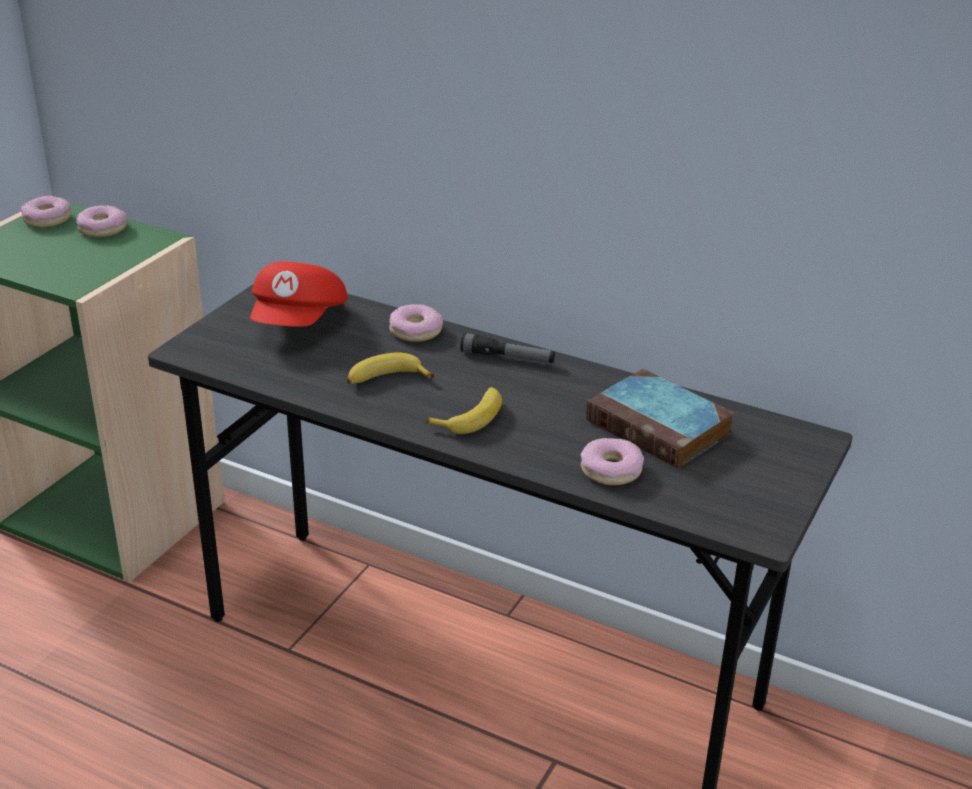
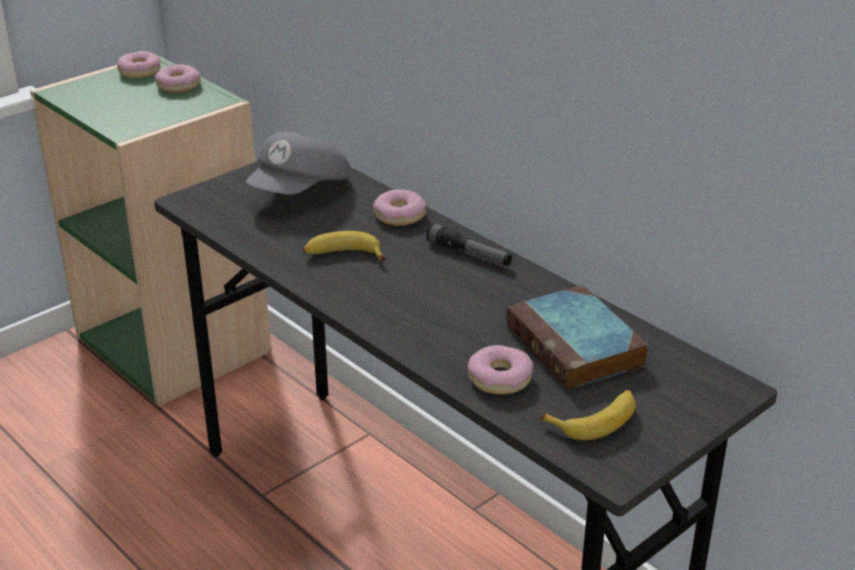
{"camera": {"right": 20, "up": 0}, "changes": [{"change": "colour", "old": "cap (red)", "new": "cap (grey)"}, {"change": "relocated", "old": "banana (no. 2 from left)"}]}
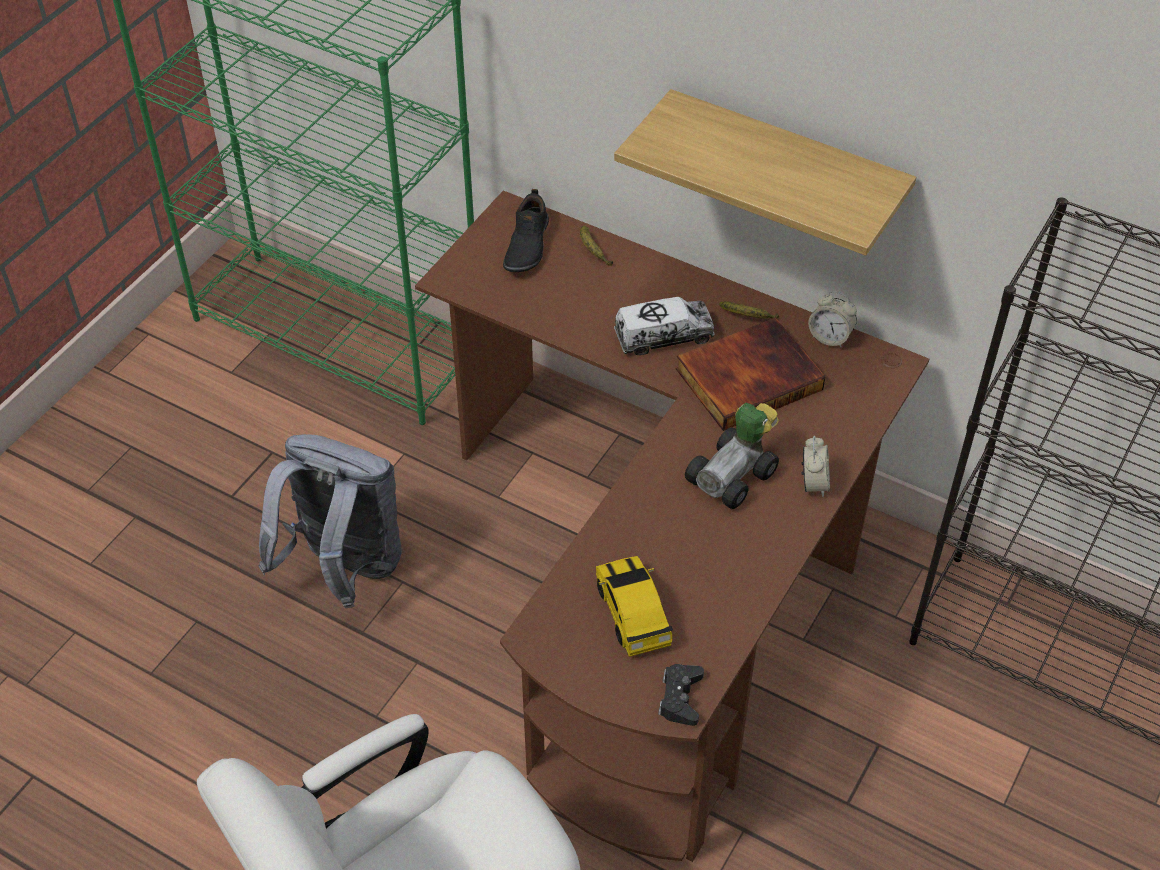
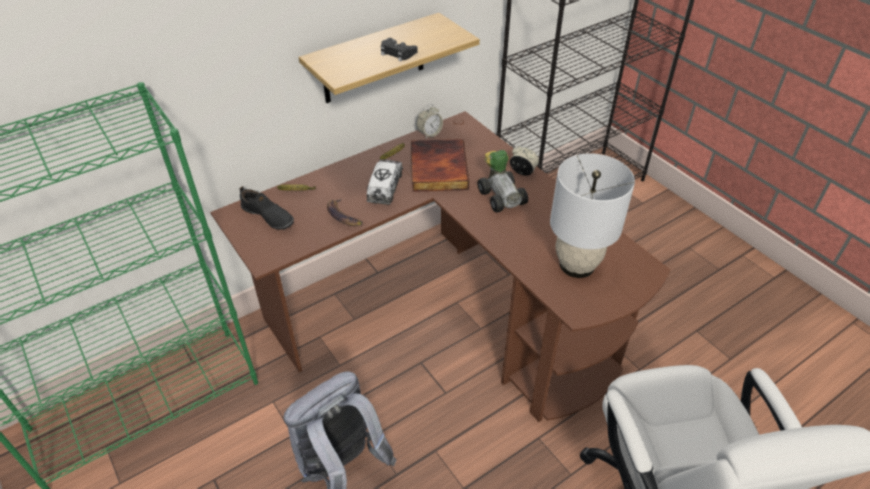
{"camera": {"right": -65, "up": -5}, "changes": [{"change": "appeared", "new": "banana (no. 2 from left)"}, {"change": "relocated", "old": "game controller (black)"}, {"change": "exchanged", "old": "toy car (no. 1 from left)", "new": "table lamp (white)"}]}
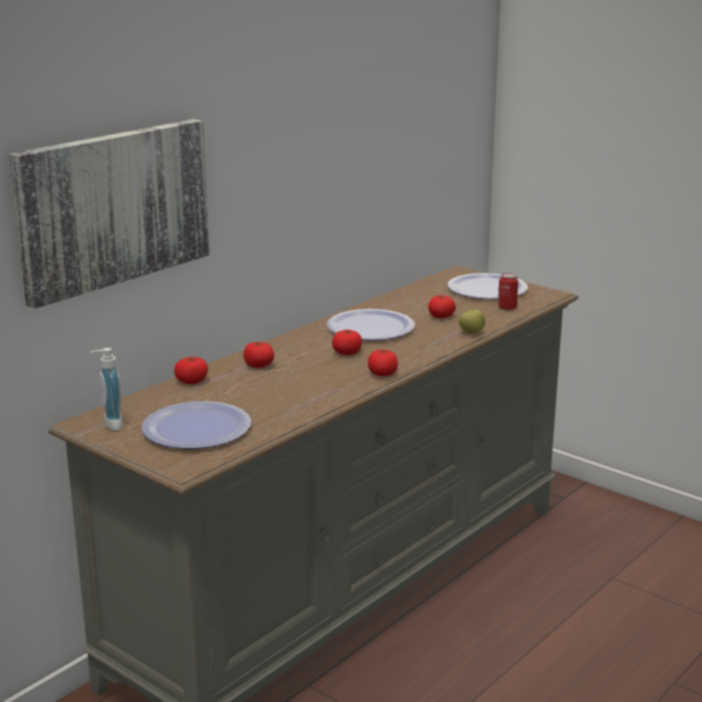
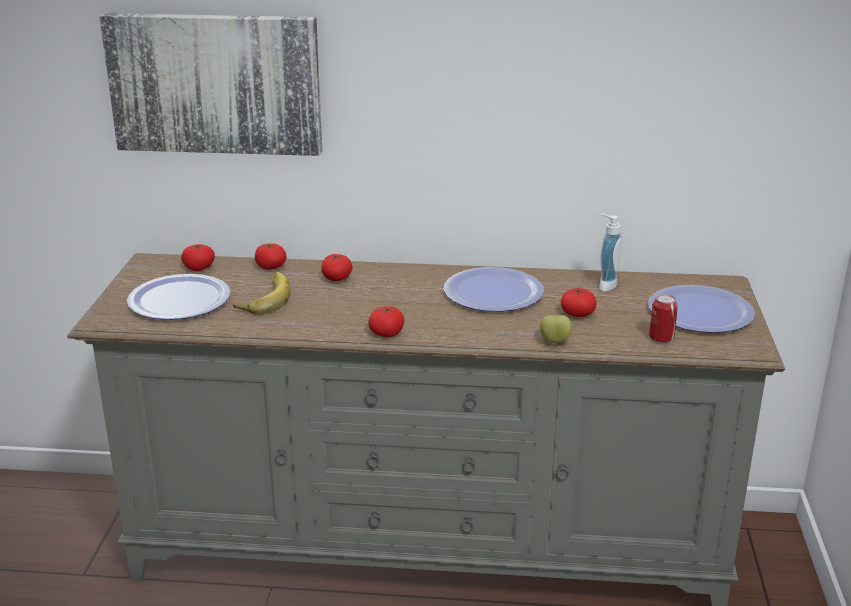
{"camera": {"right": 55, "up": 5}, "changes": [{"change": "relocated", "old": "tomato (no. 3 from left in the first image)", "new": "tomato (no. 1 from left)"}, {"change": "appeared", "new": "banana"}, {"change": "relocated", "old": "soap dispenser"}]}
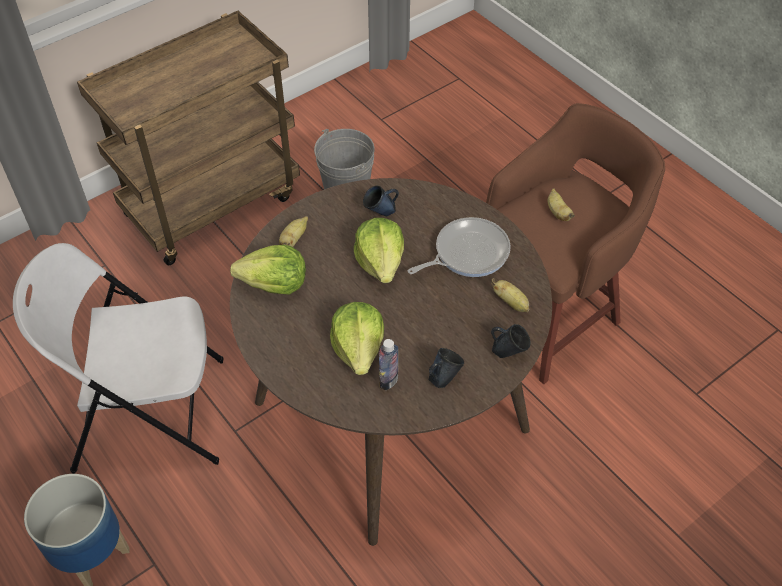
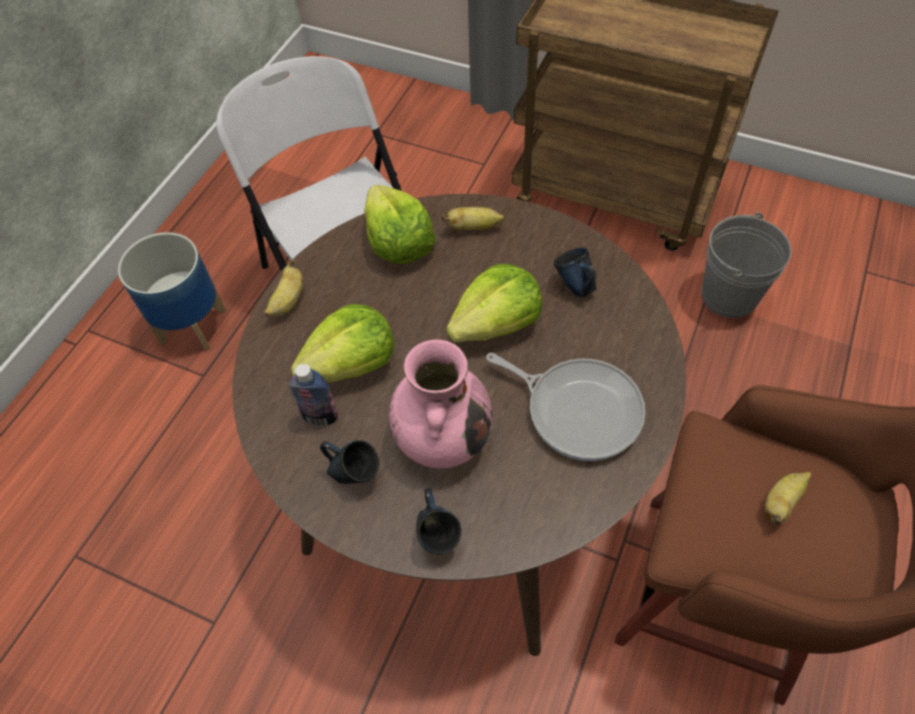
{"camera": {"right": 65, "up": 5}, "changes": [{"change": "relocated", "old": "banana (no. 2 from left in the first image)", "new": "banana (no. 1 from left)"}, {"change": "appeared", "new": "vase (pink)"}]}
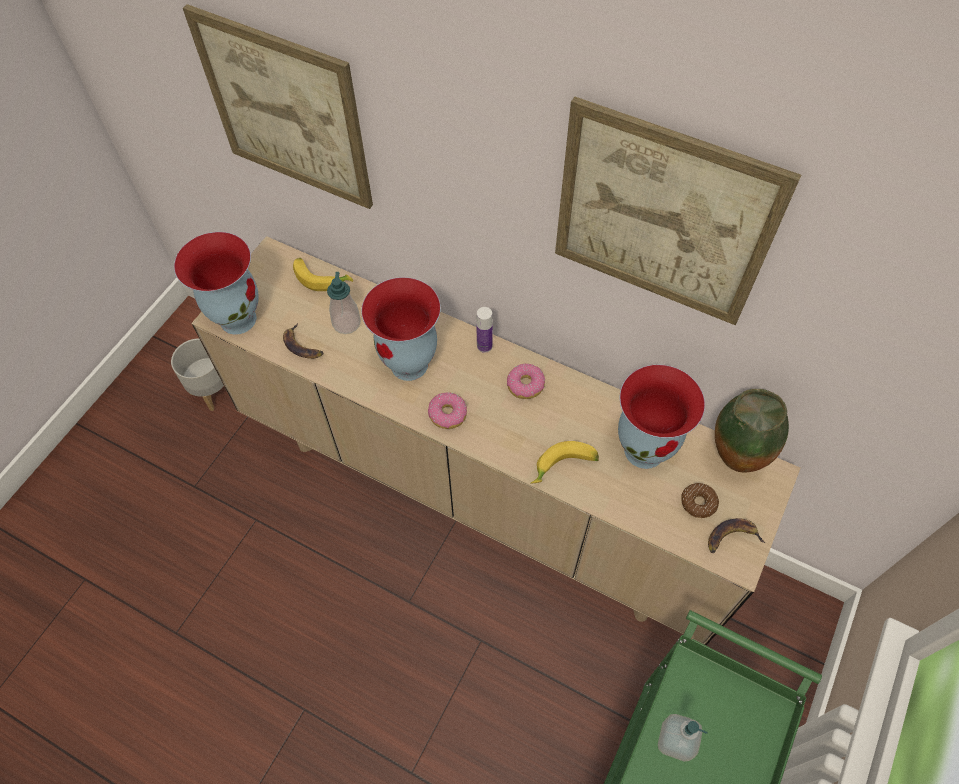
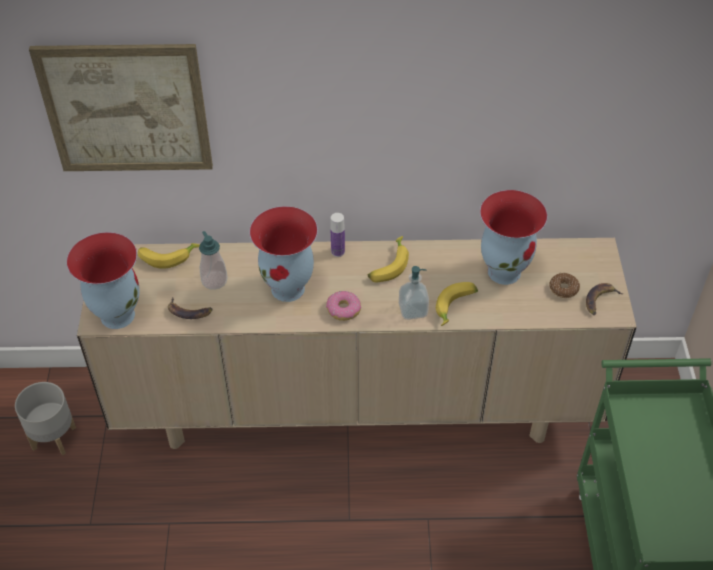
{"camera": {"right": -30, "up": -10}, "changes": [{"change": "exchanged", "old": "donut (no. 2 from left)", "new": "banana (no. 3 from left)"}, {"change": "relocated", "old": "soap dispenser (no. 2 from left)"}, {"change": "missing", "old": "picture (no. 2 from left)"}, {"change": "missing", "old": "vase (no. 4 from left)"}]}
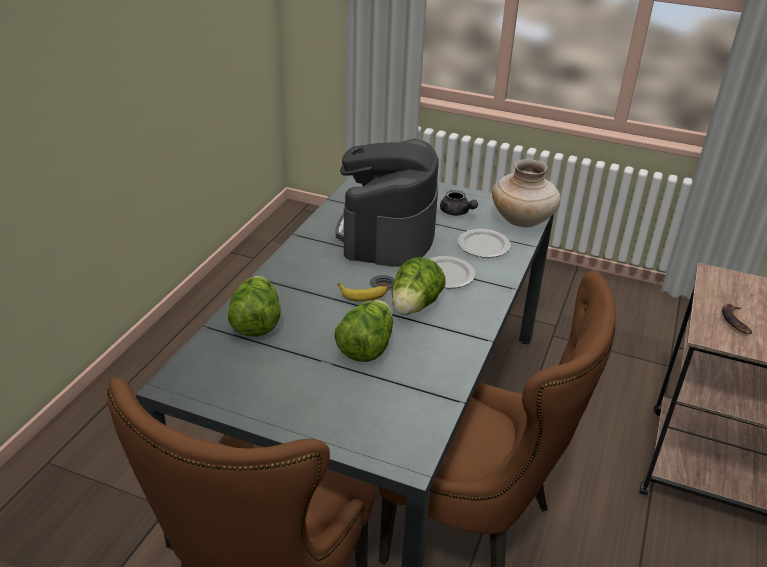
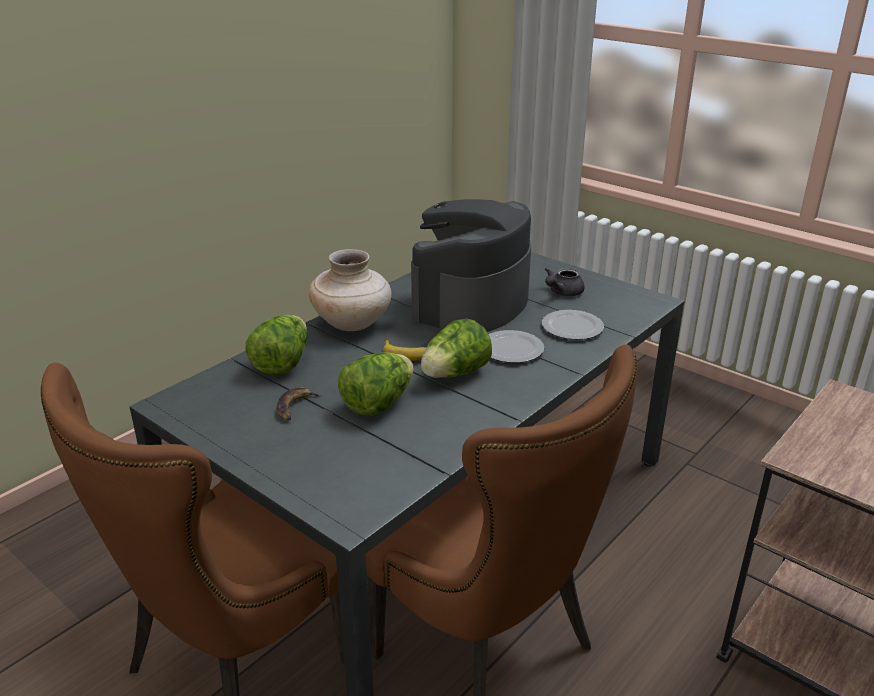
{"camera": {"right": 20, "up": -5}, "changes": [{"change": "relocated", "old": "banana (no. 2 from left in the first image)", "new": "banana (no. 1 from left)"}, {"change": "relocated", "old": "vase (beige)"}, {"change": "spun", "old": "teapot (grey)", "degrees": 60}]}
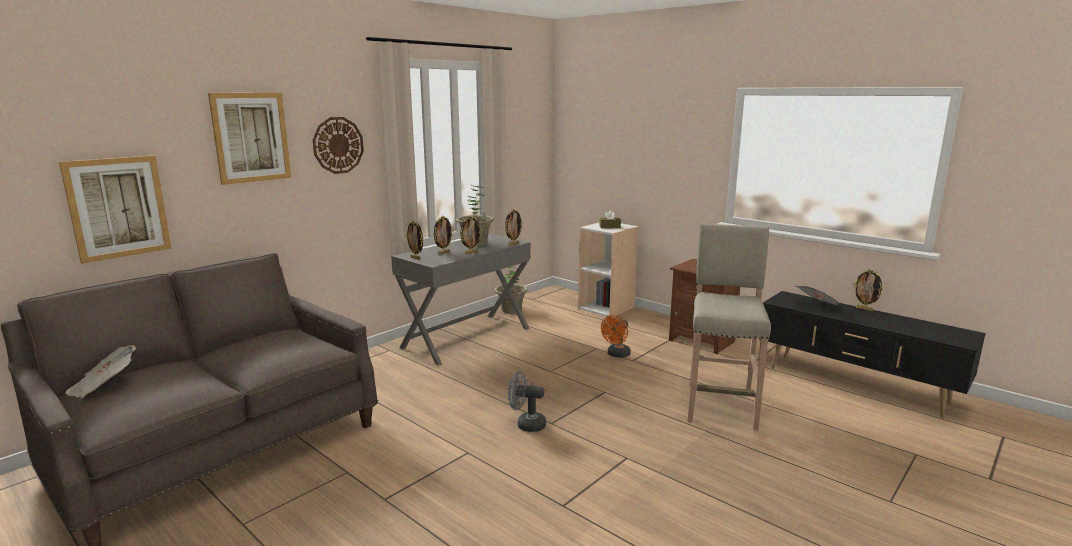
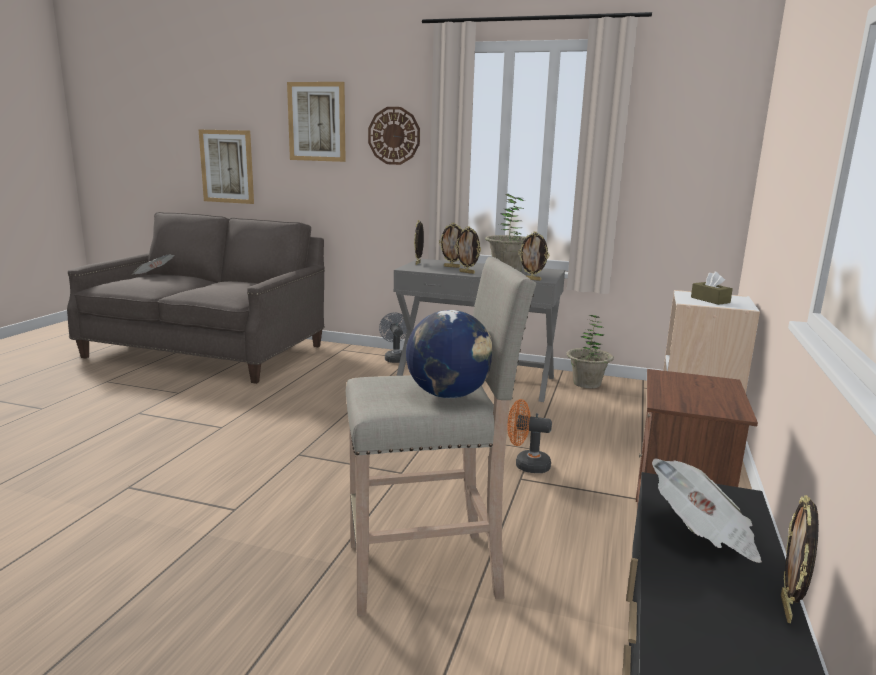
{"camera": {"right": 65, "up": 0}, "changes": [{"change": "relocated", "old": "fan (grey)"}, {"change": "appeared", "new": "globe"}]}
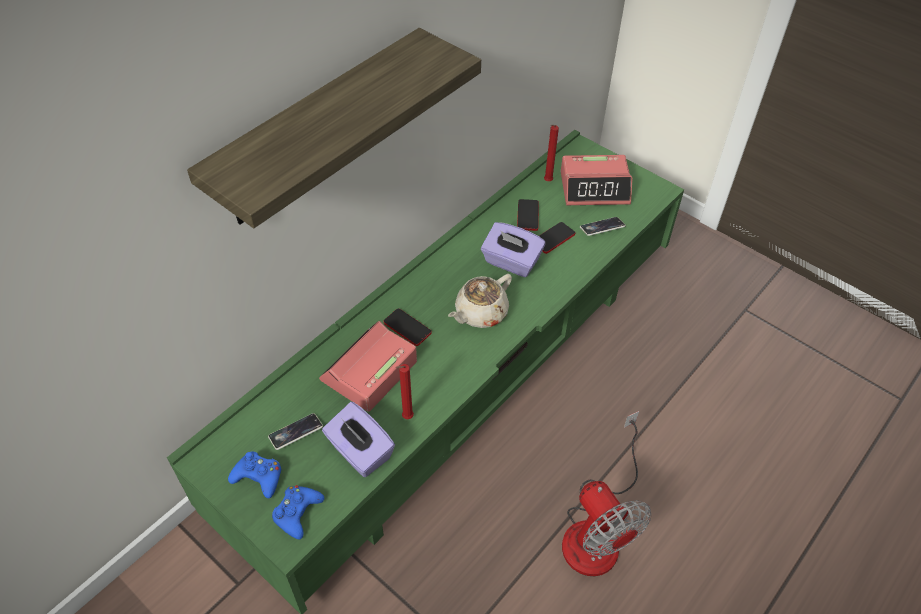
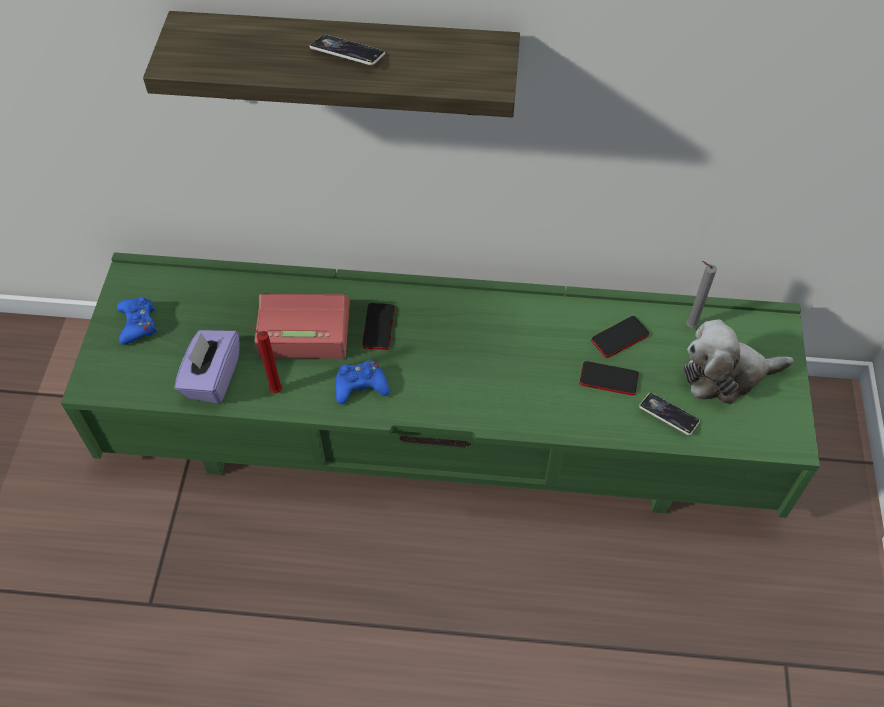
{"camera": {"right": 55, "up": 5}, "changes": [{"change": "relocated", "old": "phone (no. 1 from left)"}, {"change": "relocated", "old": "game controller (blue) (no. 2 from left)"}, {"change": "exchanged", "old": "alarm clock (no. 2 from left)", "new": "plush toy"}, {"change": "colour", "old": "candle (red) (no. 2 from left)", "new": "candle (grey)"}, {"change": "missing", "old": "teapot (beige)"}, {"change": "missing", "old": "tissue box (purple) (no. 2 from left)"}, {"change": "missing", "old": "fan"}]}
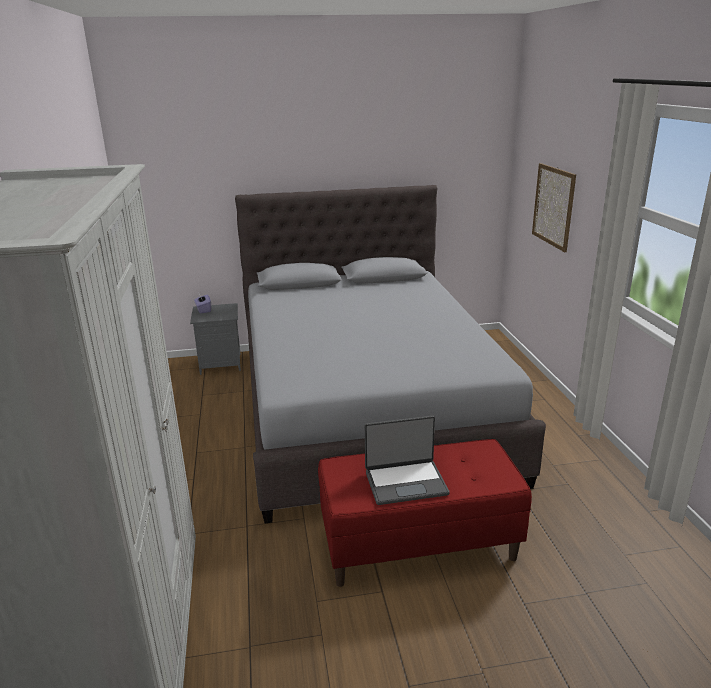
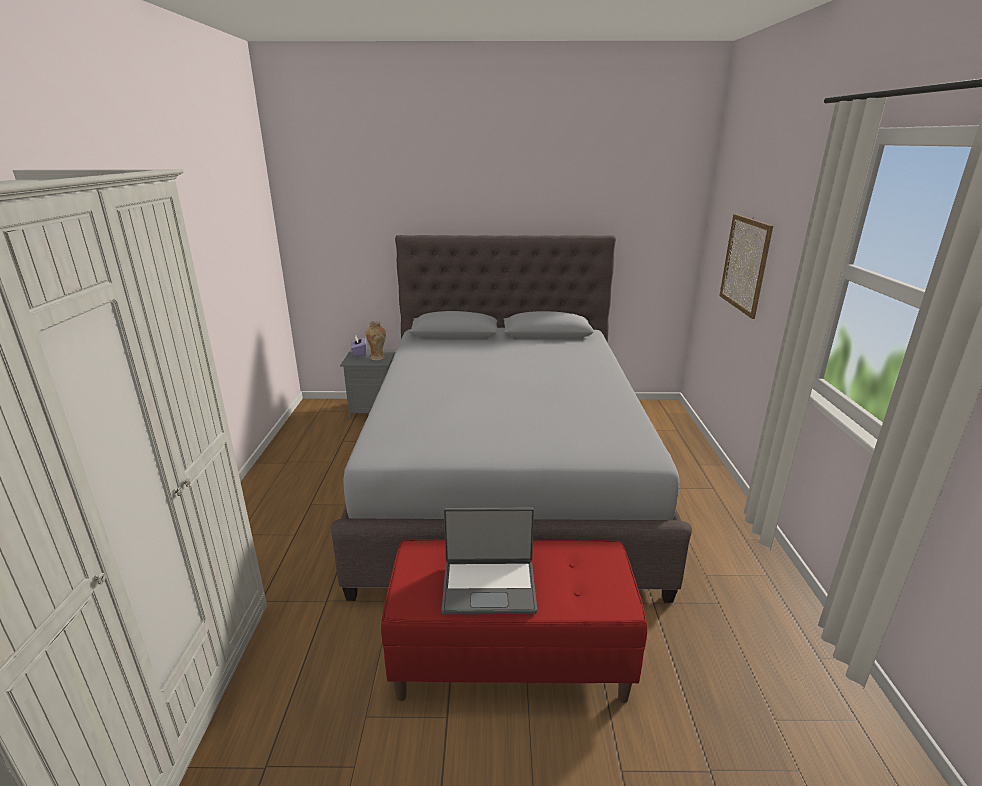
{"camera": {"right": 10, "up": 0}, "changes": [{"change": "appeared", "new": "vase"}]}
